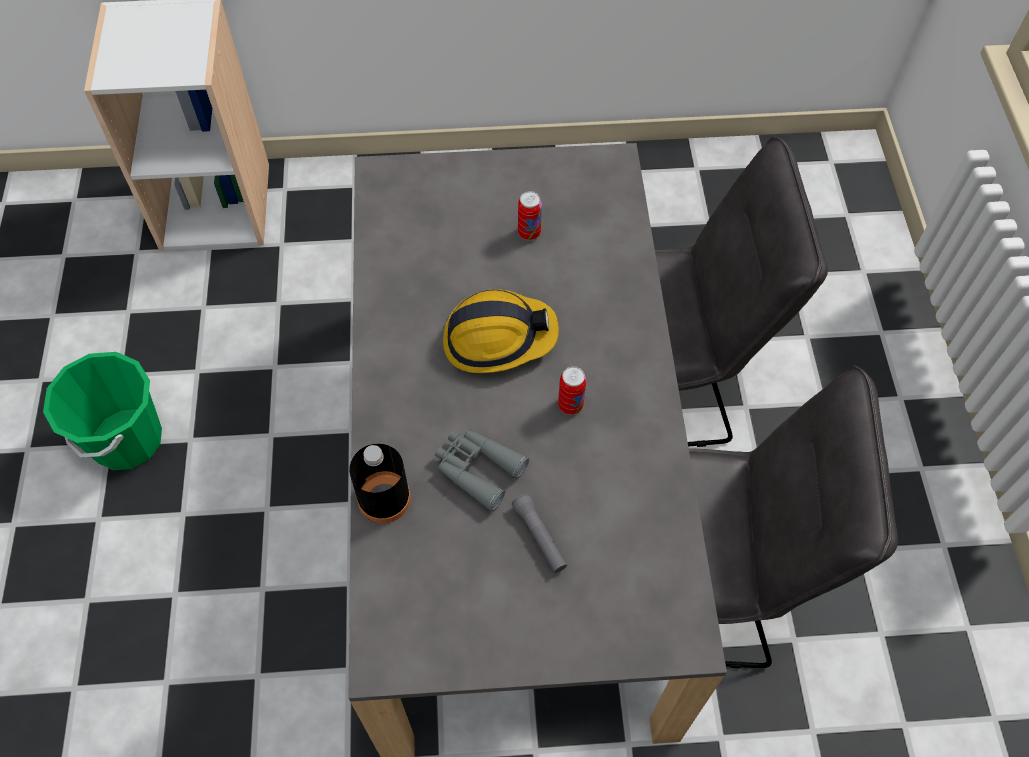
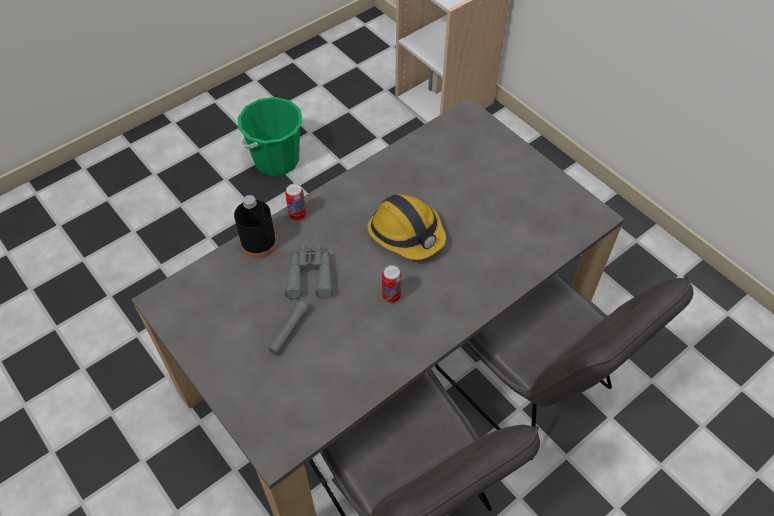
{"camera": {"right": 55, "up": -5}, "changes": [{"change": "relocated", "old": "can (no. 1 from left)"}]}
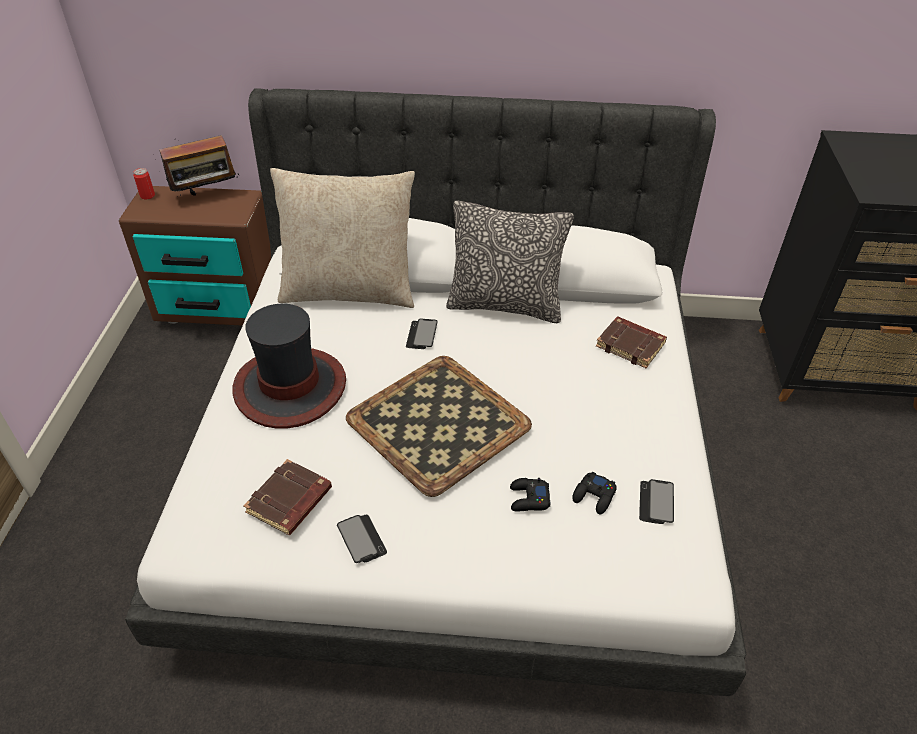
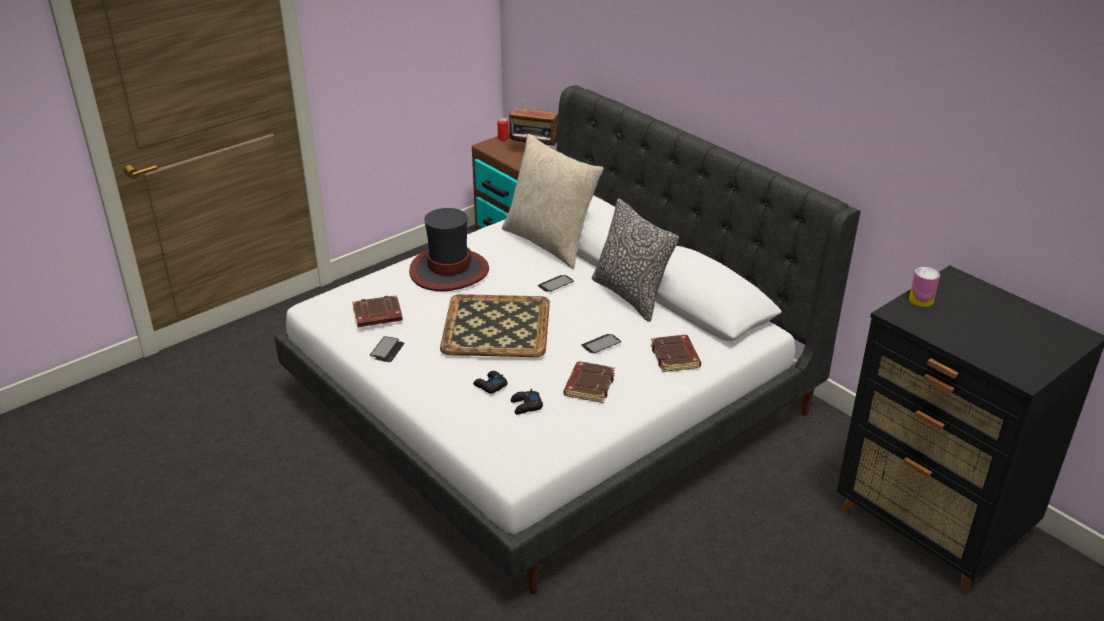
{"camera": {"right": 45, "up": -10}, "changes": [{"change": "appeared", "new": "book (brown) (no. 2 from left)"}, {"change": "relocated", "old": "phone (no. 3 from left)"}, {"change": "appeared", "new": "can (no. 2 from left)"}]}
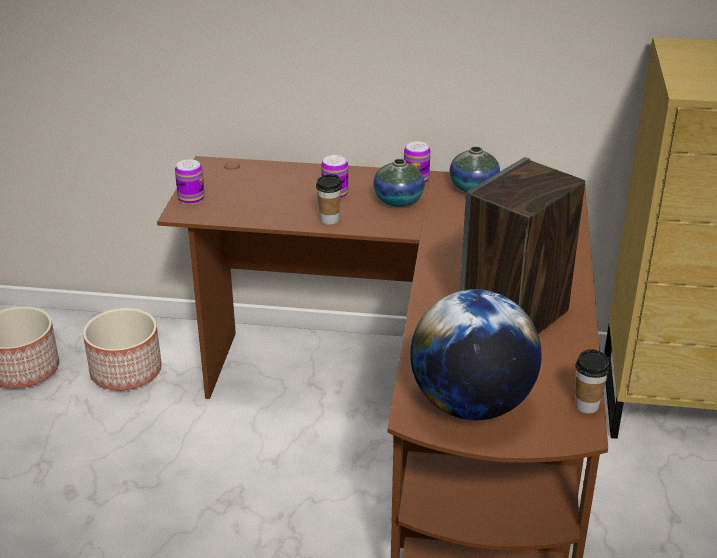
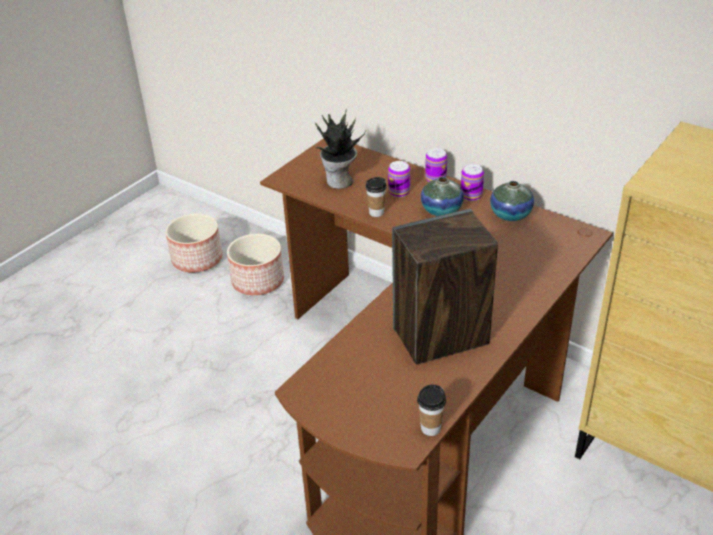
{"camera": {"right": 30, "up": 5}, "changes": [{"change": "appeared", "new": "potted plant"}, {"change": "relocated", "old": "can (no. 1 from left in the first image)", "new": "can (no. 2 from left)"}, {"change": "missing", "old": "globe"}]}
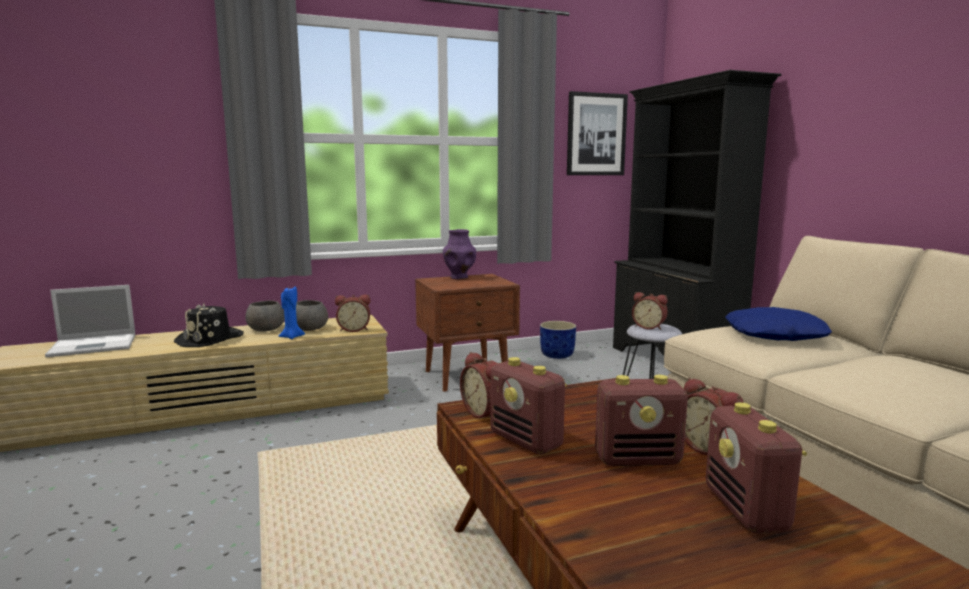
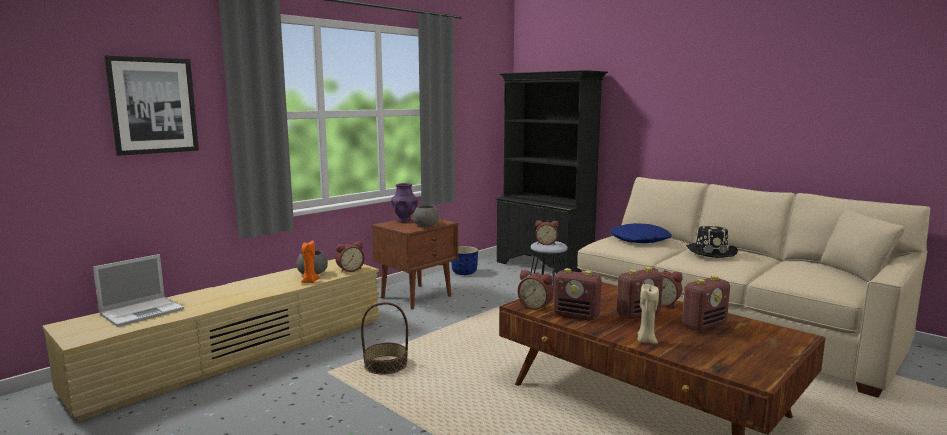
{"camera": {"right": -25, "up": 0}, "changes": [{"change": "relocated", "old": "picture"}, {"change": "colour", "old": "candle (blue)", "new": "candle (orange)"}, {"change": "appeared", "new": "basket"}, {"change": "relocated", "old": "bowl (grey) (no. 1 from left in the first image)", "new": "bowl (grey) (no. 2 from left)"}, {"change": "appeared", "new": "candle (beige)"}, {"change": "spun", "old": "radio (no. 3 from left)", "degrees": -90}, {"change": "relocated", "old": "hat (black)"}]}
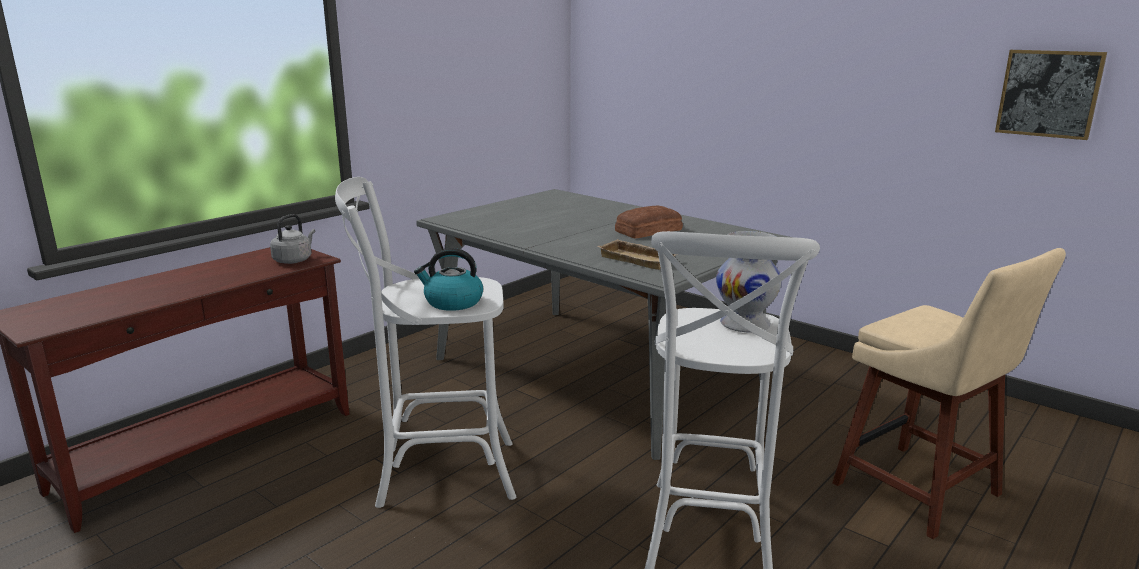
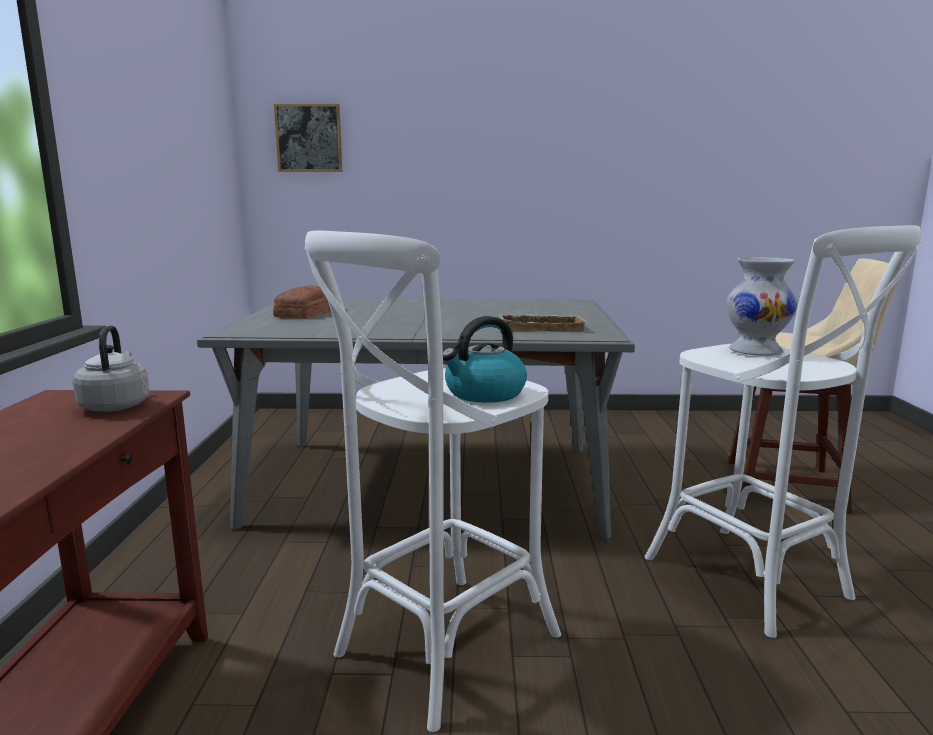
{"camera": {"right": -40, "up": -5}, "changes": [{"change": "relocated", "old": "bread"}, {"change": "relocated", "old": "picture"}]}
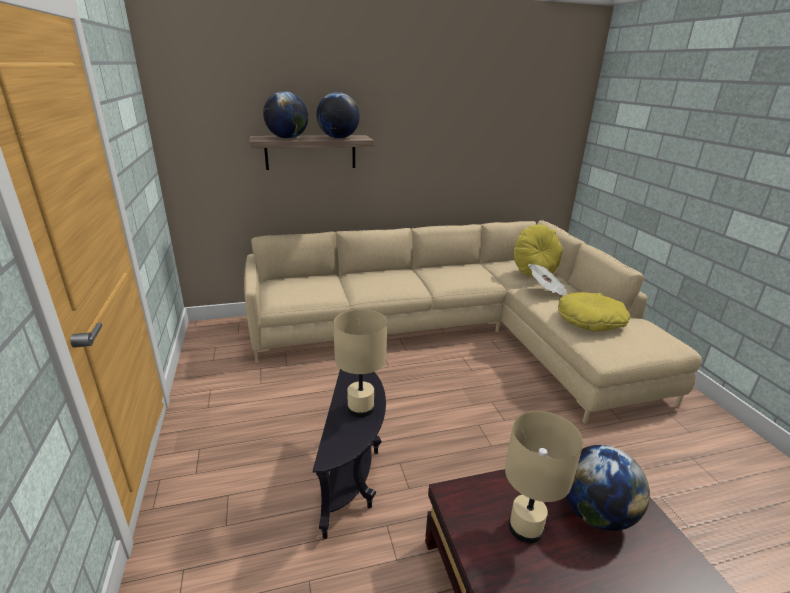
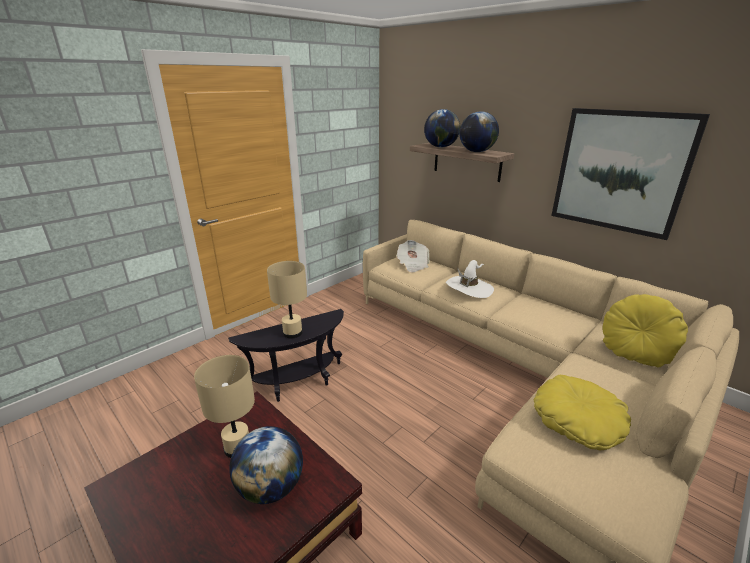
{"camera": {"right": 60, "up": 0}, "changes": [{"change": "relocated", "old": "newspaper"}, {"change": "appeared", "new": "hat (white)"}, {"change": "appeared", "new": "picture"}]}
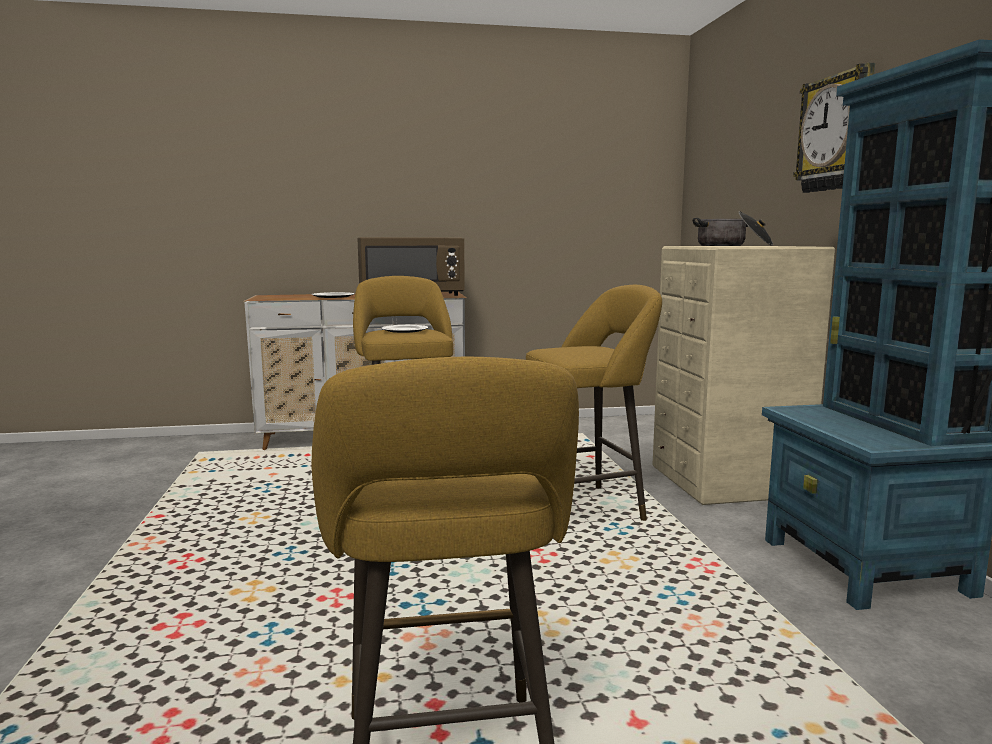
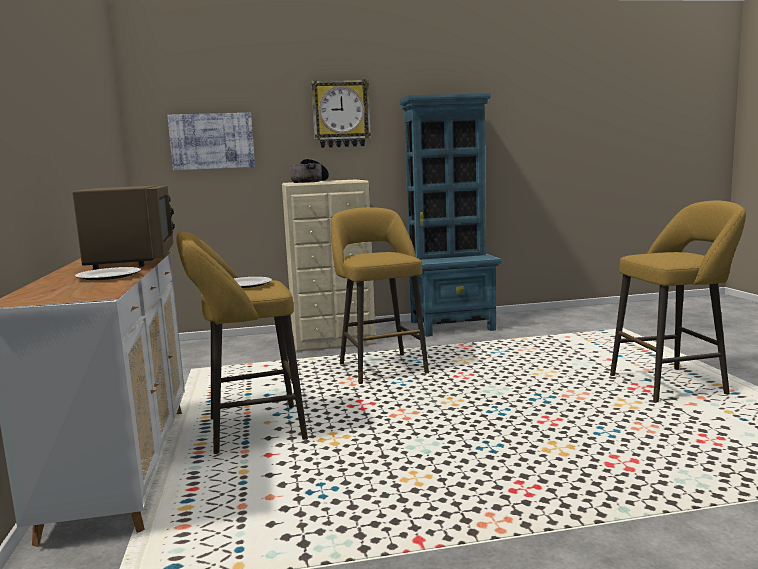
{"camera": {"right": -90, "up": 0}, "changes": [{"change": "appeared", "new": "picture"}]}
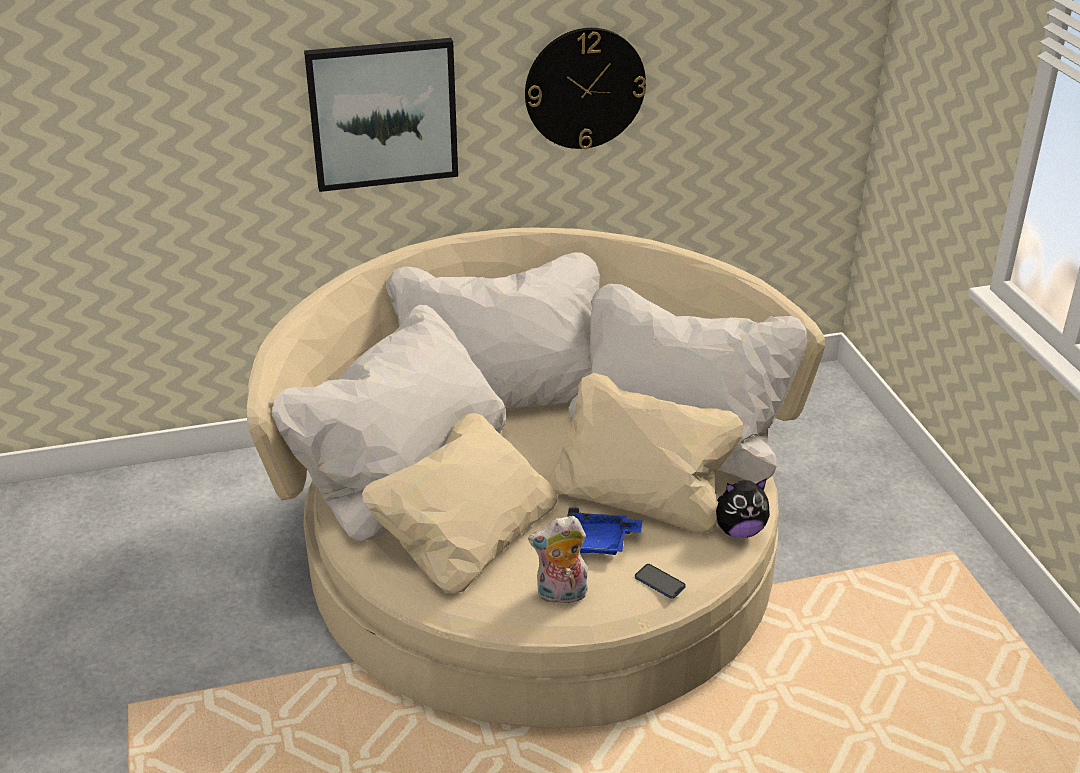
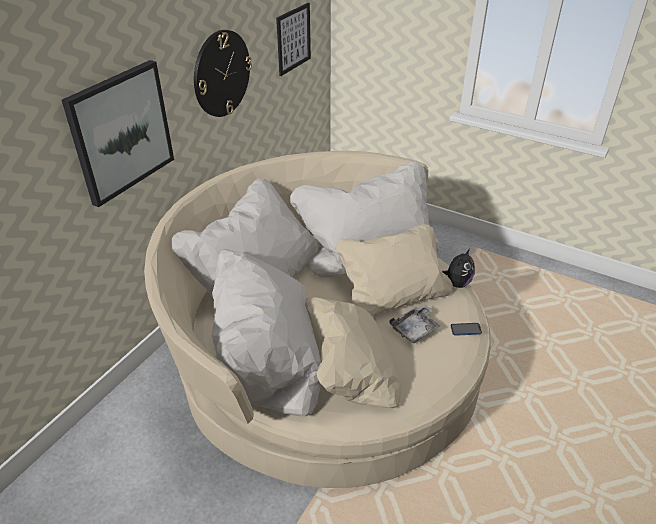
{"camera": {"right": -45, "up": 5}, "changes": [{"change": "appeared", "new": "picture (no. 2 from left)"}, {"change": "colour", "old": "tray (blue)", "new": "tray (grey)"}, {"change": "missing", "old": "plush toy (no. 1 from left)"}]}
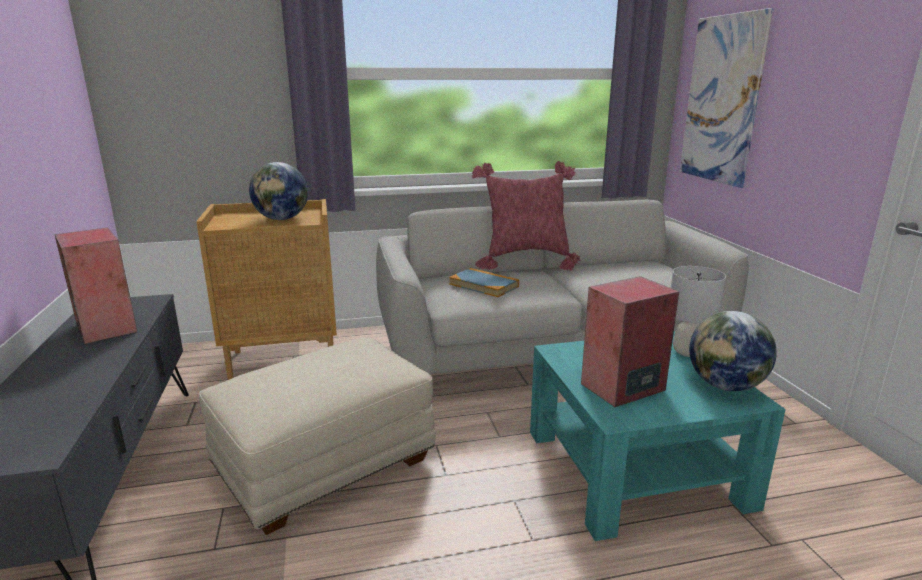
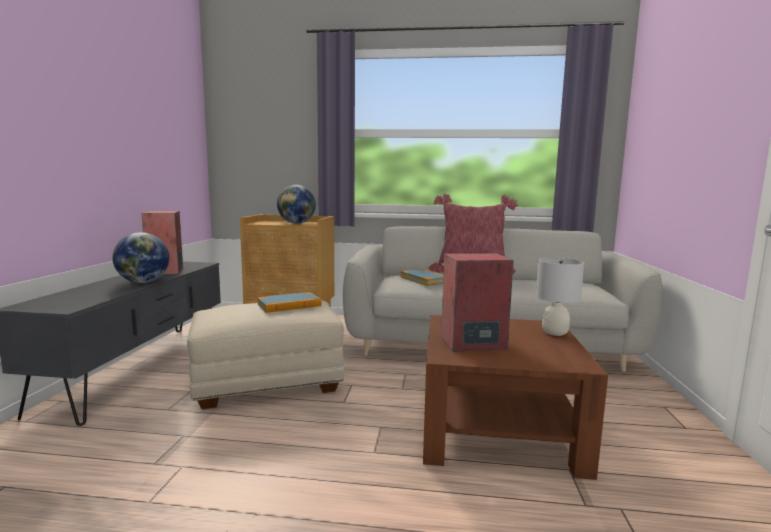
{"camera": {"right": 20, "up": -10}, "changes": [{"change": "relocated", "old": "globe (no. 2 from left in the first image)", "new": "globe (no. 1 from left)"}, {"change": "appeared", "new": "book (no. 1 from left)"}, {"change": "colour", "old": "coffee table (turquoise)", "new": "coffee table (brown)"}, {"change": "missing", "old": "picture"}]}
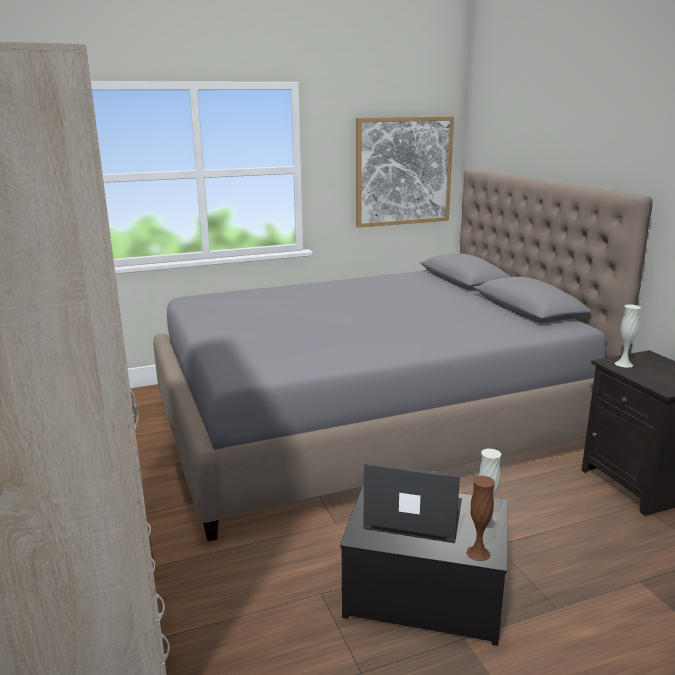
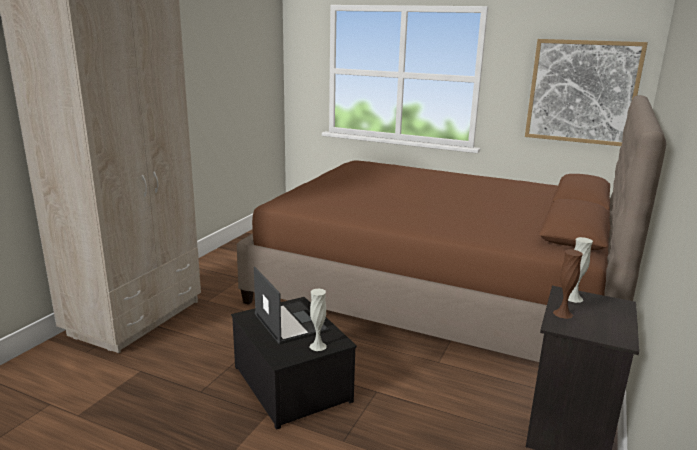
{"camera": {"right": 45, "up": 0}, "changes": [{"change": "colour", "old": "bed (grey)", "new": "bed (brown)"}, {"change": "relocated", "old": "vase (brown)"}]}
